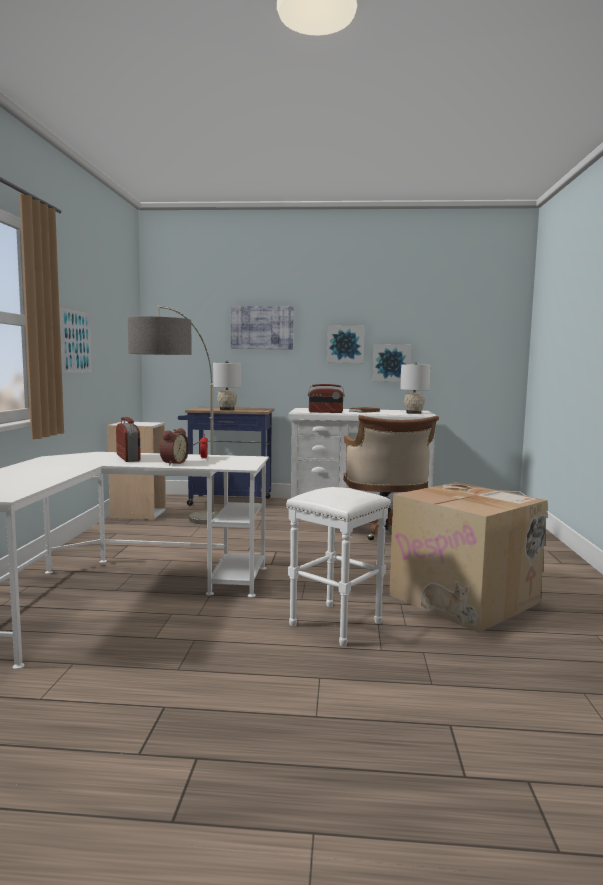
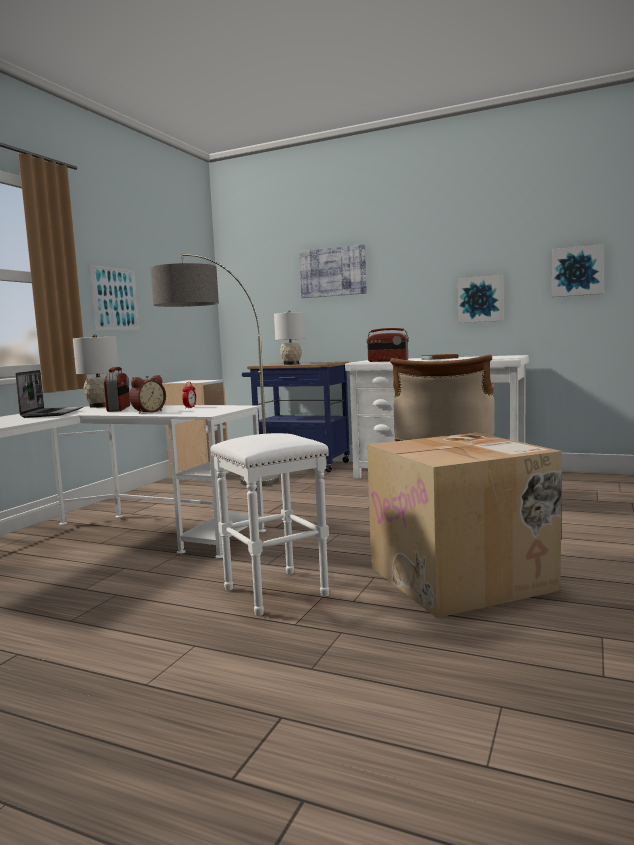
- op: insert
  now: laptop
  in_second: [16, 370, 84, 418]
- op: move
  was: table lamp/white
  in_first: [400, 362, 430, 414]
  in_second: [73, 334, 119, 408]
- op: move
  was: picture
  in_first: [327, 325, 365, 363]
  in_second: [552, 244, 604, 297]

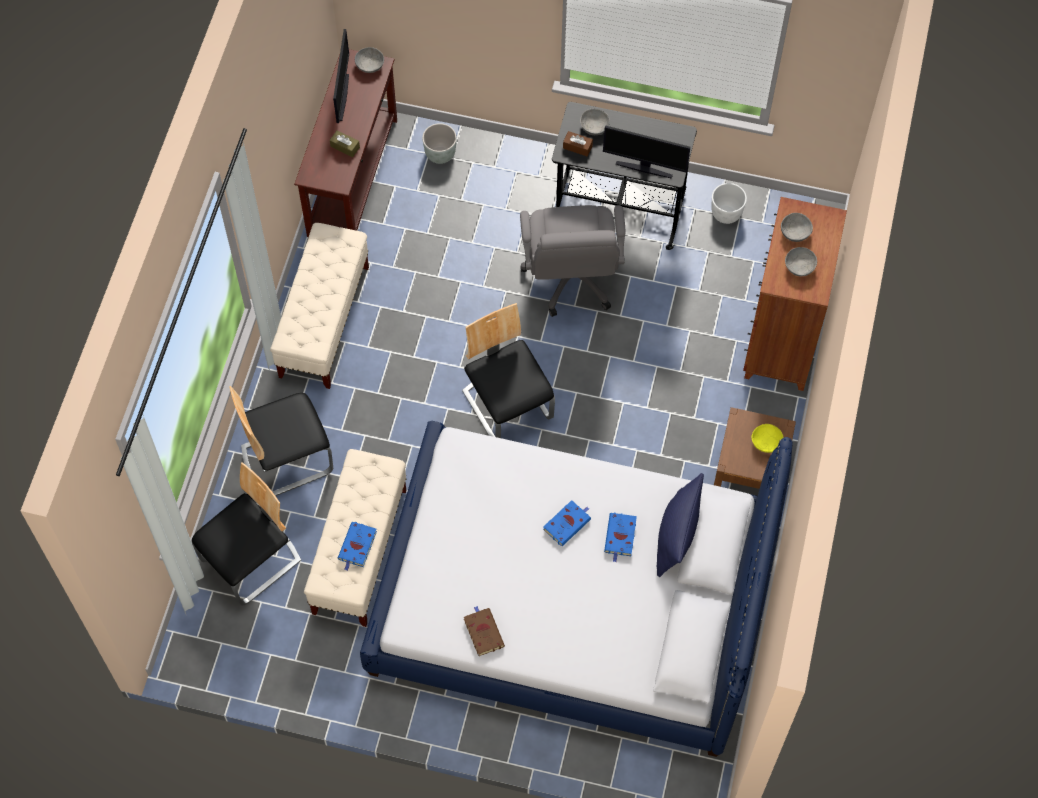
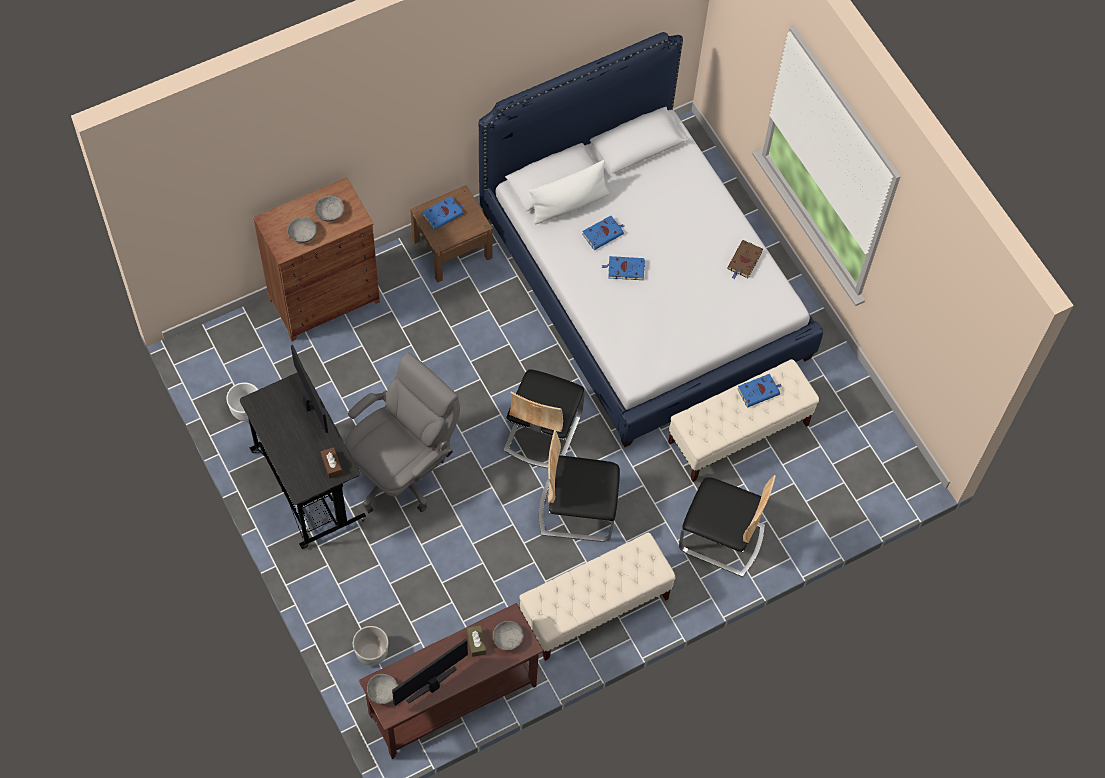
- op: replace
  was: bowl/yellow
  now: book/blue
  in_first: [751, 424, 784, 453]
  in_second: [423, 196, 464, 230]
- op: move
  was: bowl/grey
  in_first: [580, 109, 610, 135]
  in_second: [493, 621, 524, 651]
- op: recolor
  was: pillow/blue
  now: pillow/white
  in_first: [657, 473, 704, 577]
  in_second: [529, 160, 610, 224]
- op: move
  was: chair
  in_first: [191, 462, 301, 605]
  in_second: [539, 430, 620, 542]

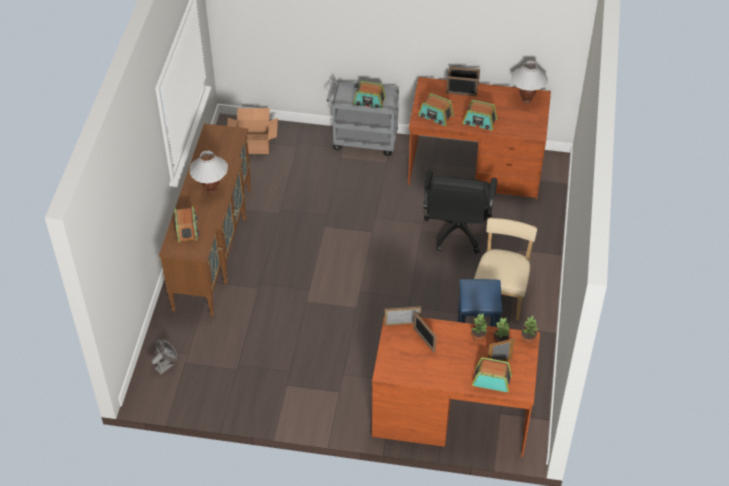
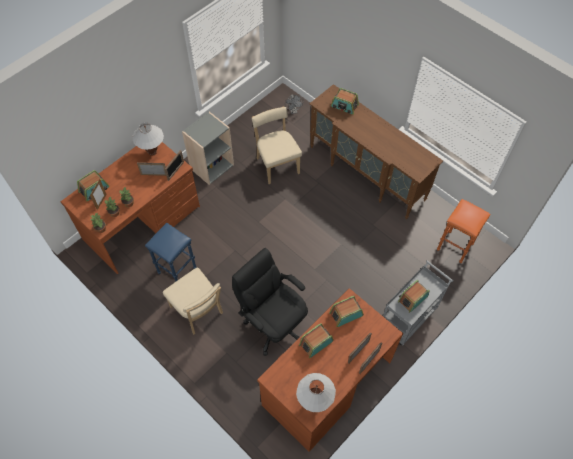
- op: move
  was: table lamp/white
  in_first: [190, 150, 228, 194]
  in_second: [132, 122, 164, 156]
- op: insert
  now: bookcase/grey
  in_second: [182, 112, 234, 185]
- op: insert
  now: chair/beige
  in_second: [252, 107, 302, 184]
- op: replace
  was: cardboard box
  now: stool/orange
  in_first: [227, 108, 278, 154]
  in_second: [437, 199, 491, 263]

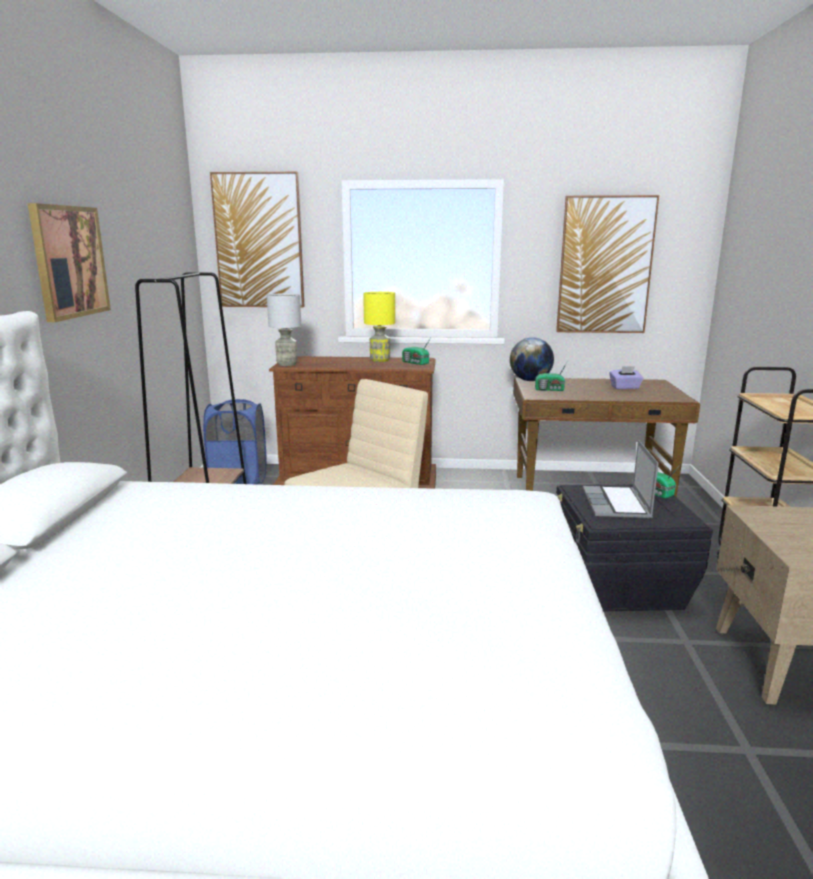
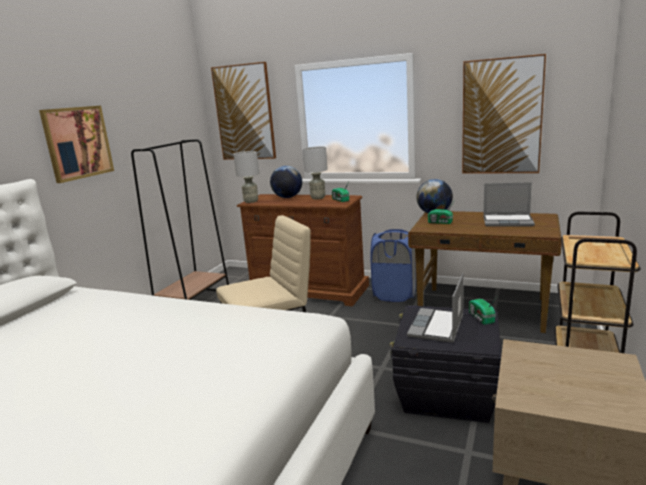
- op: insert
  now: globe
  in_second: [270, 166, 302, 198]
- op: recolor
  was: table lamp/yellow
  now: table lamp/grey
  in_first: [363, 292, 395, 362]
  in_second: [302, 146, 328, 199]
- op: move
  was: laundry basket/blue
  in_first: [203, 399, 266, 484]
  in_second: [370, 229, 416, 302]
- op: replace
  was: tissue box/purple
  now: laptop
  in_first: [610, 366, 643, 389]
  in_second: [483, 182, 535, 227]

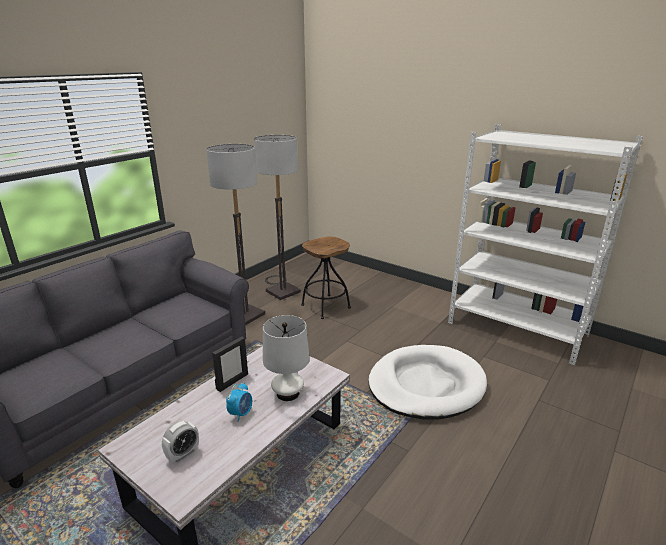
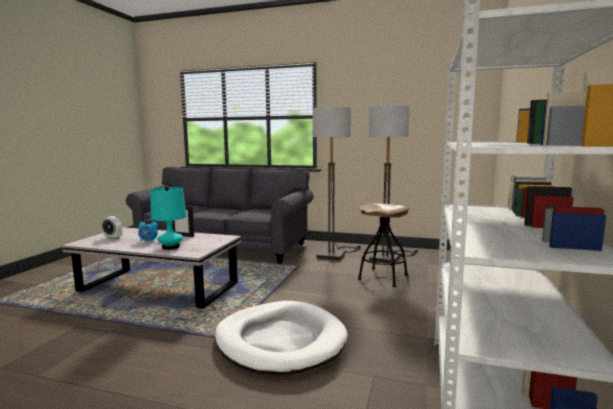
- op: recolor
  was: table lamp/white
  now: table lamp/turquoise
  in_first: [263, 315, 310, 401]
  in_second: [150, 186, 186, 250]

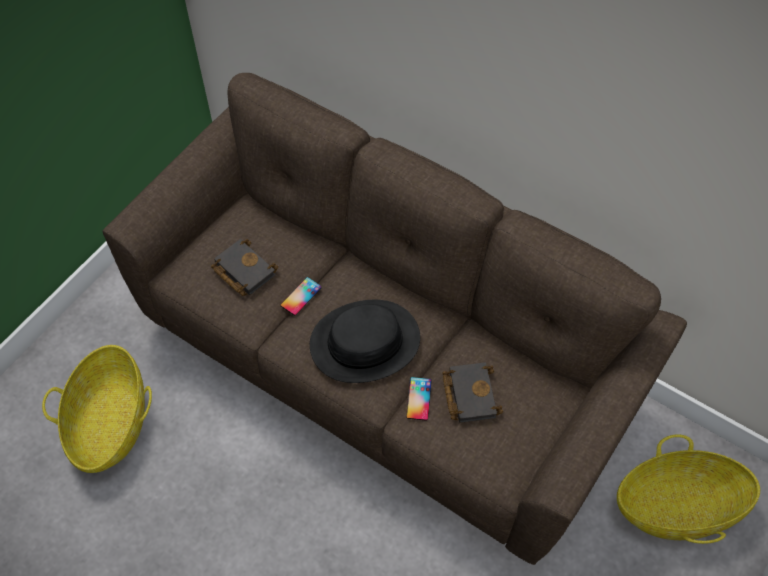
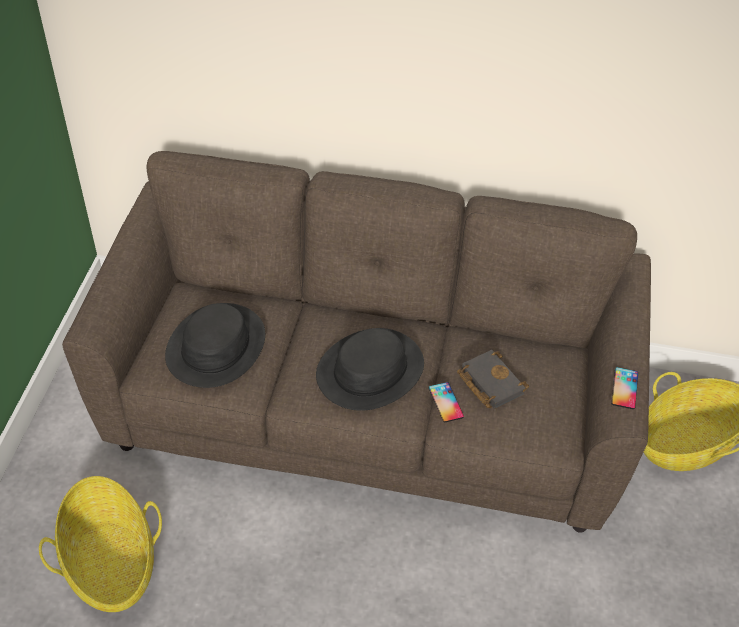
- op: replace
  was: book/black
  now: hat/black
  in_first: [211, 239, 278, 296]
  in_second: [165, 303, 265, 388]
- op: move
  was: phone
  in_first: [280, 277, 322, 316]
  in_second: [611, 367, 638, 409]

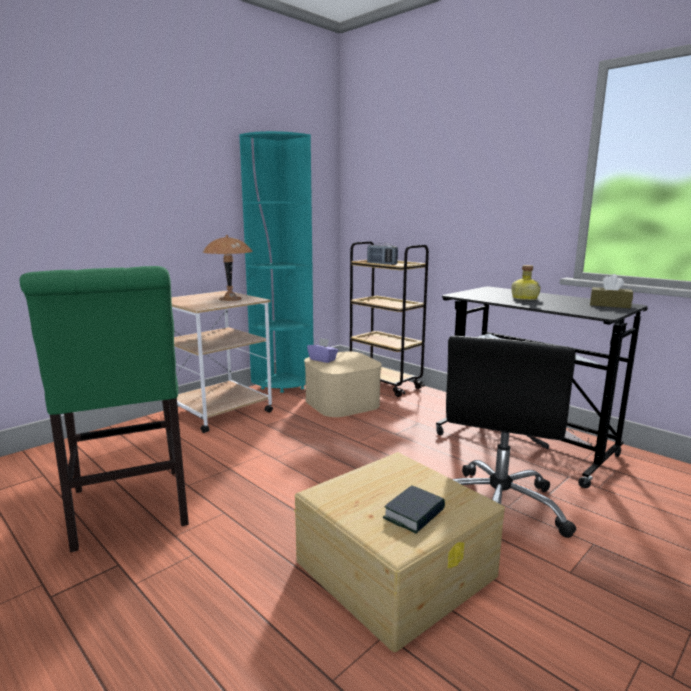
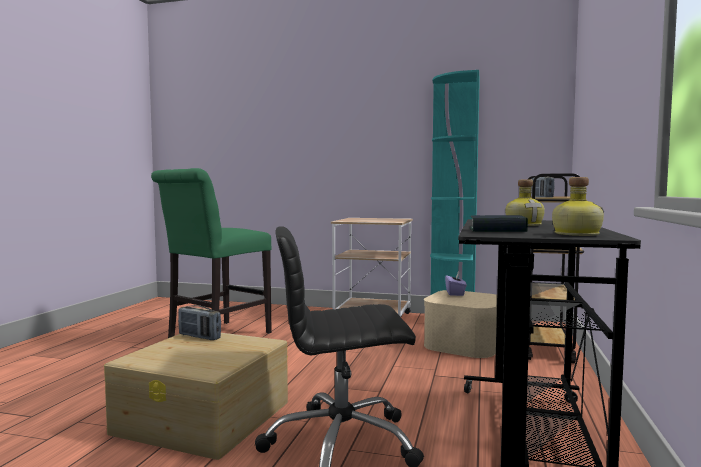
- op: insert
  now: radio
  in_second: [178, 305, 221, 340]
- op: move
  was: book
  in_first: [383, 485, 445, 533]
  in_second: [470, 215, 528, 232]
- op: replace
  was: tissue box/brown
  now: bottle
  in_first: [590, 274, 633, 308]
  in_second: [552, 177, 604, 236]
- op: delete
  was: table lamp/brown
  in_first: [203, 235, 253, 301]

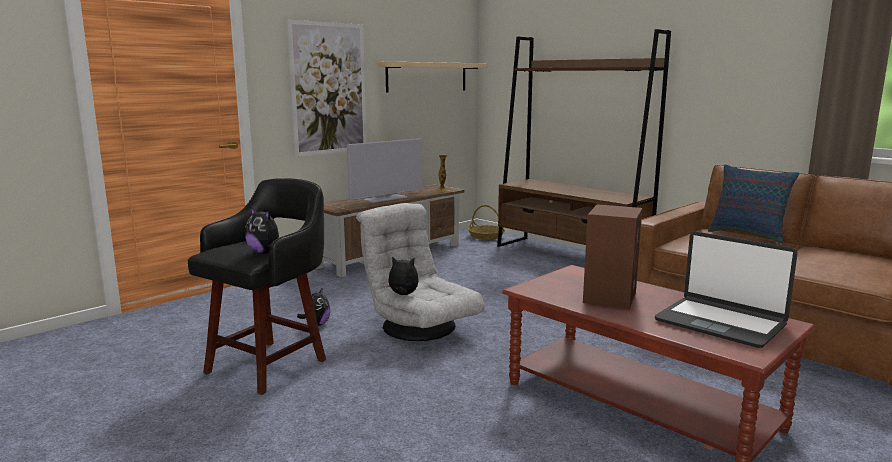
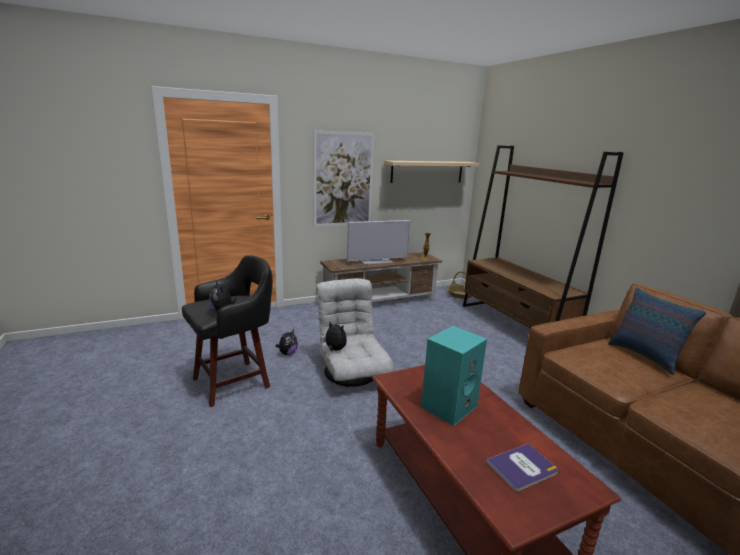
- op: recolor
  was: speaker/brown
  now: speaker/turquoise
  in_first: [583, 204, 642, 309]
  in_second: [421, 326, 487, 426]
- op: replace
  was: laptop
  now: book
  in_first: [655, 231, 798, 348]
  in_second: [486, 443, 558, 491]

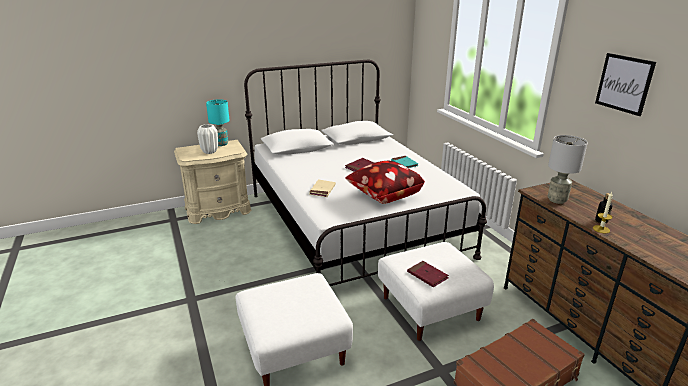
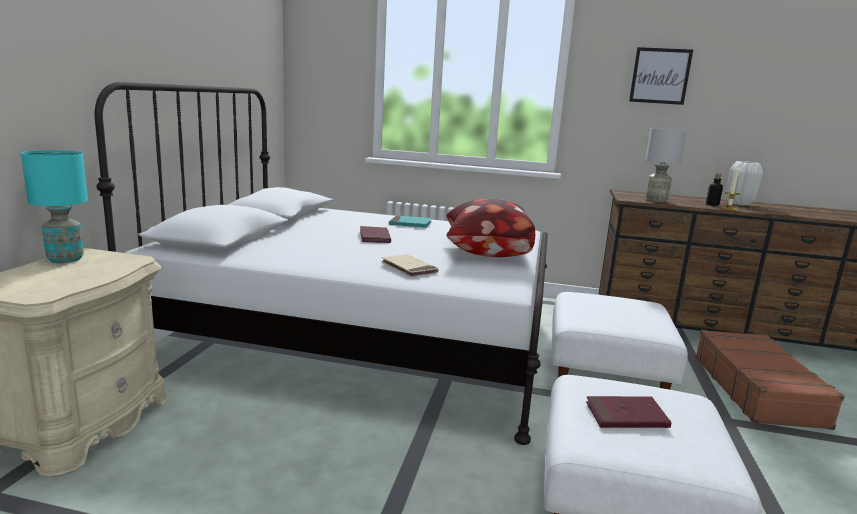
- op: move
  was: book/red
  in_first: [407, 261, 449, 287]
  in_second: [586, 396, 672, 428]
- op: move
  was: vase/white
  in_first: [197, 124, 218, 154]
  in_second: [726, 161, 763, 206]

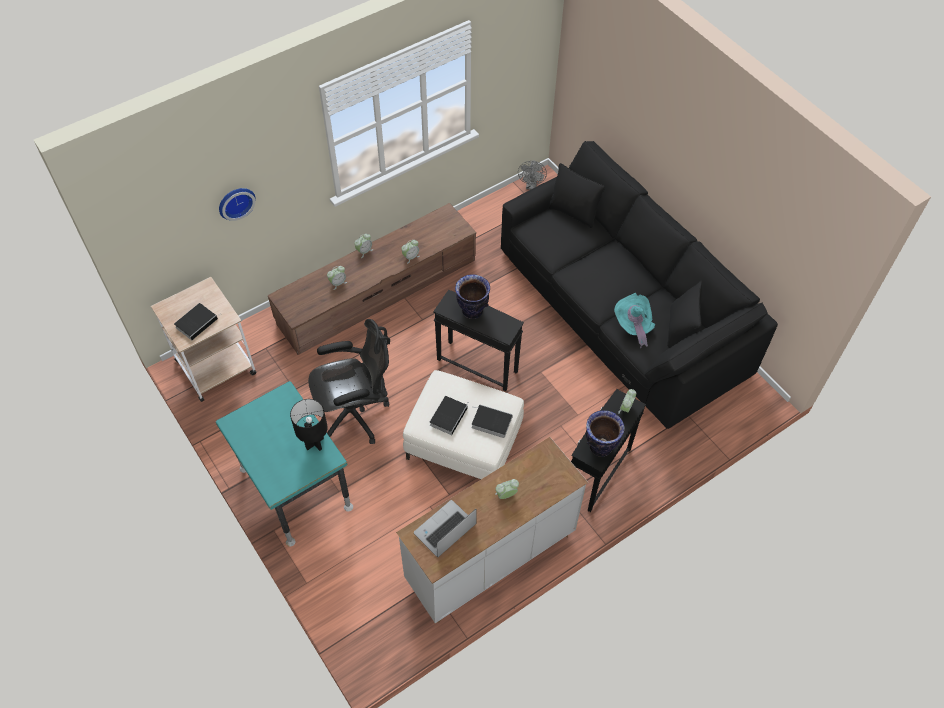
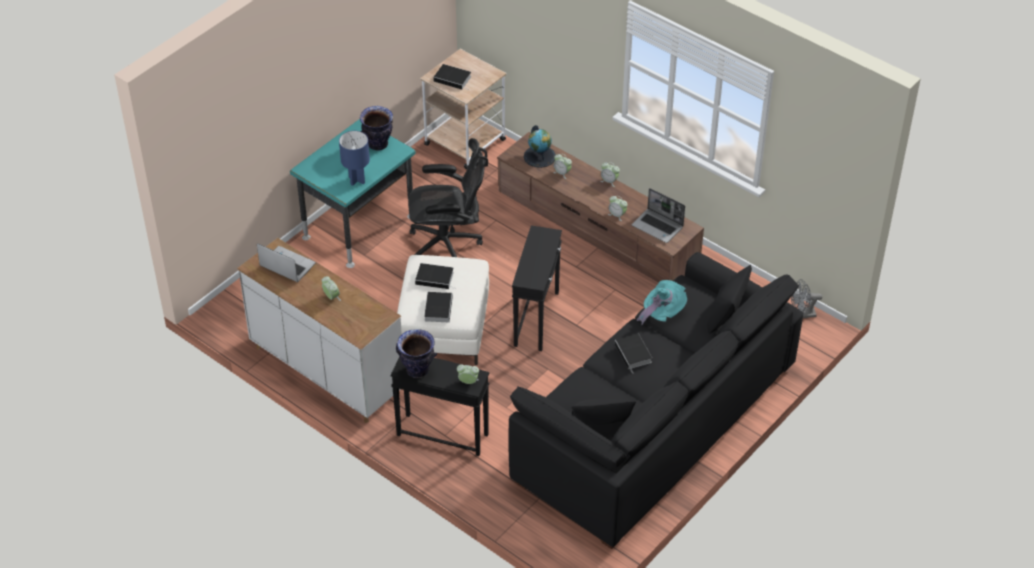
- op: recolor
  was: table lamp/black
  now: table lamp/blue
  in_first: [290, 399, 328, 451]
  in_second: [339, 131, 370, 186]
- op: move
  was: vase
  in_first: [455, 274, 490, 319]
  in_second: [360, 106, 393, 150]
- op: rotate
  was: office chair
  in_first: [308, 319, 390, 444]
  in_second: [408, 138, 488, 257]
  clockwise: -60
- op: insert
  now: globe
  in_second: [524, 125, 556, 168]
- op: insert
  now: book
  in_second: [615, 334, 652, 374]
- op: insert
  now: laptop
  in_second: [632, 188, 685, 243]
- op: move
  was: hat/turquoise
  in_first: [614, 293, 655, 348]
  in_second: [637, 280, 687, 325]
- op: delete
  was: wall clock
  in_first: [219, 188, 256, 221]

